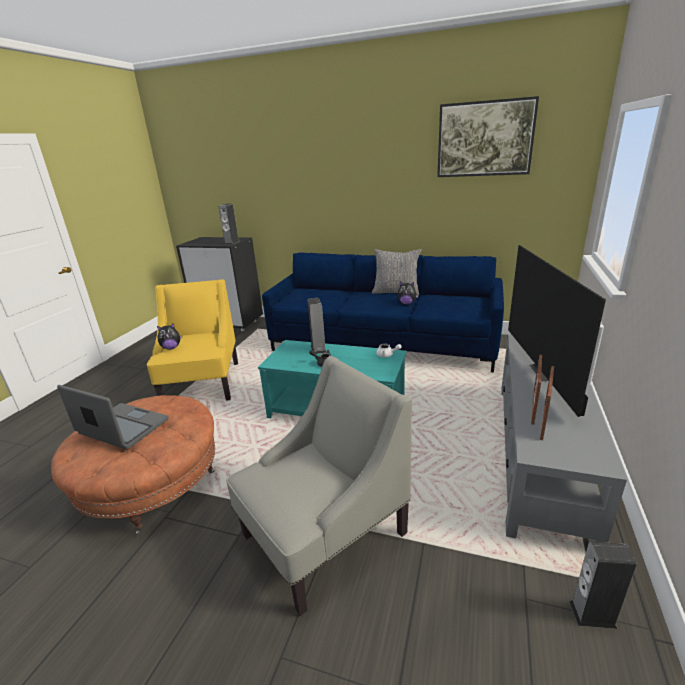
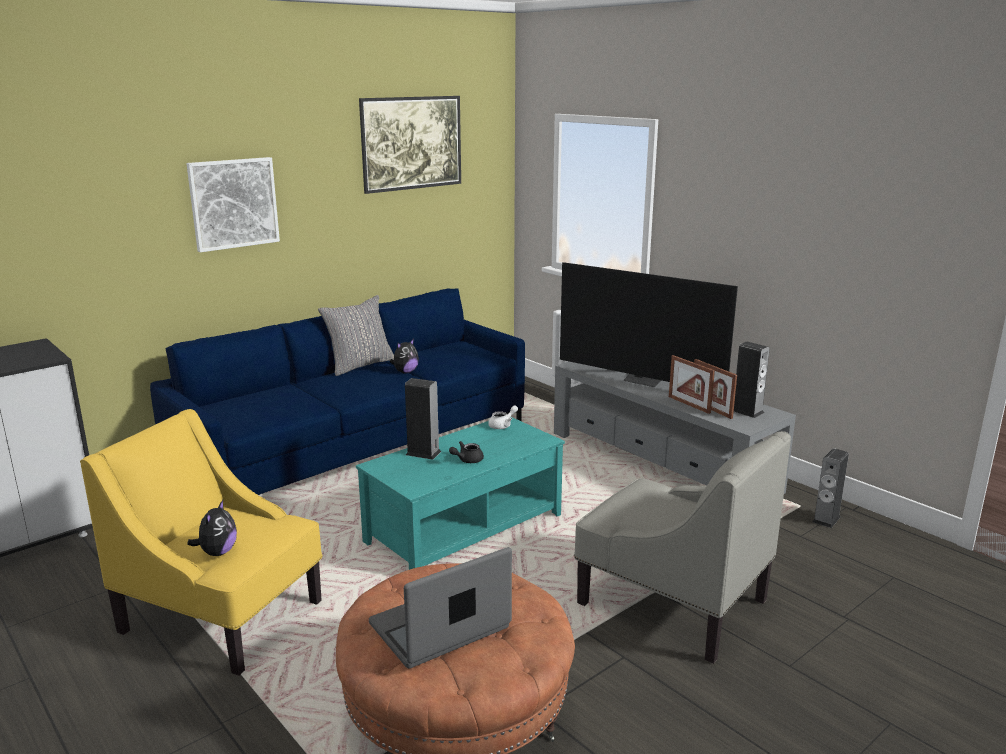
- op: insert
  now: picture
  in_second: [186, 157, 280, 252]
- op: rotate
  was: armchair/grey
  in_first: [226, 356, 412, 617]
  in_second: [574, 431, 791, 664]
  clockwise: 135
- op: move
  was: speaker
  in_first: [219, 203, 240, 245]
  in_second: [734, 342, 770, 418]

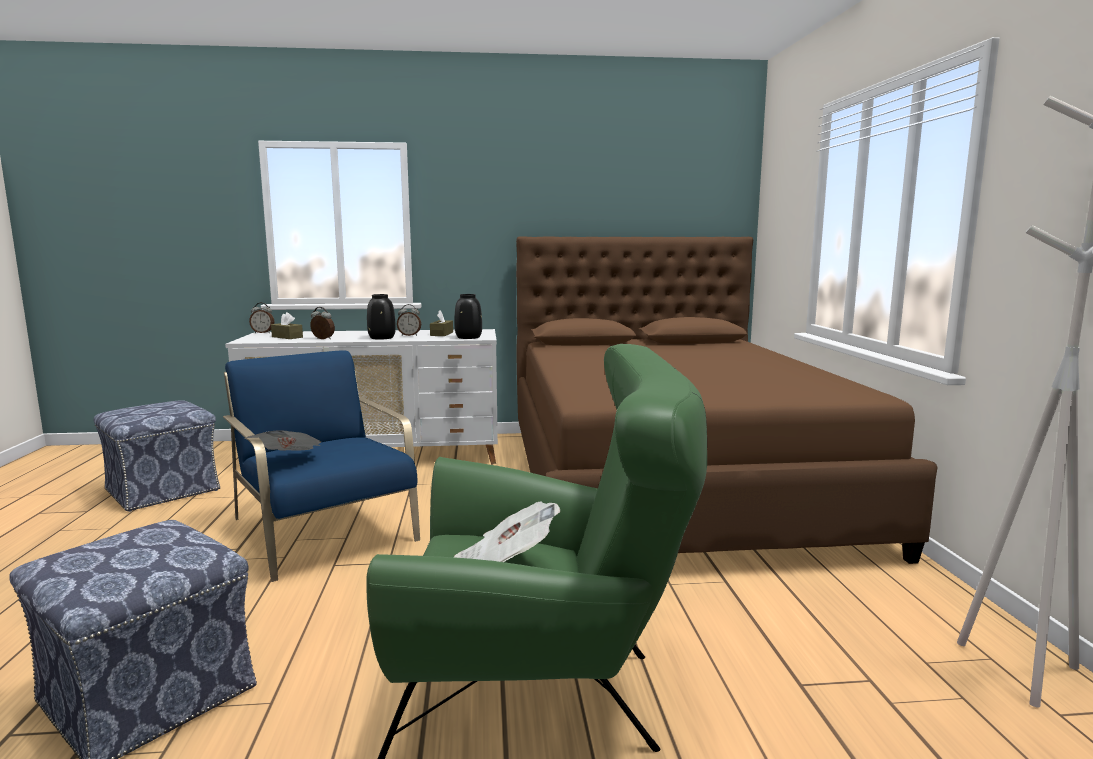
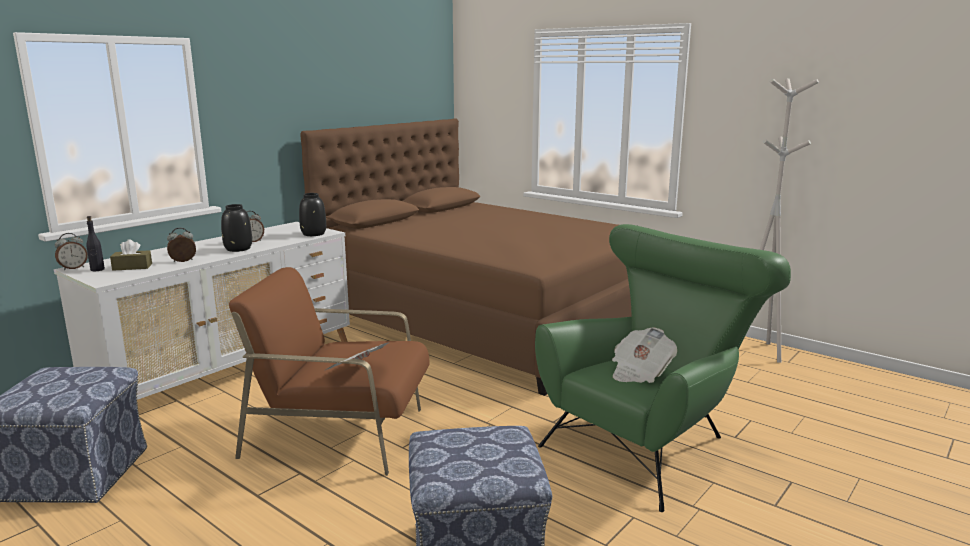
- op: insert
  now: bottle/black
  in_second: [86, 216, 105, 271]
- op: recolor
  was: armchair/blue
  now: armchair/brown
  in_first: [223, 350, 420, 582]
  in_second: [229, 267, 429, 476]
- op: delete
  was: tissue box/brown
  in_first: [430, 310, 453, 336]

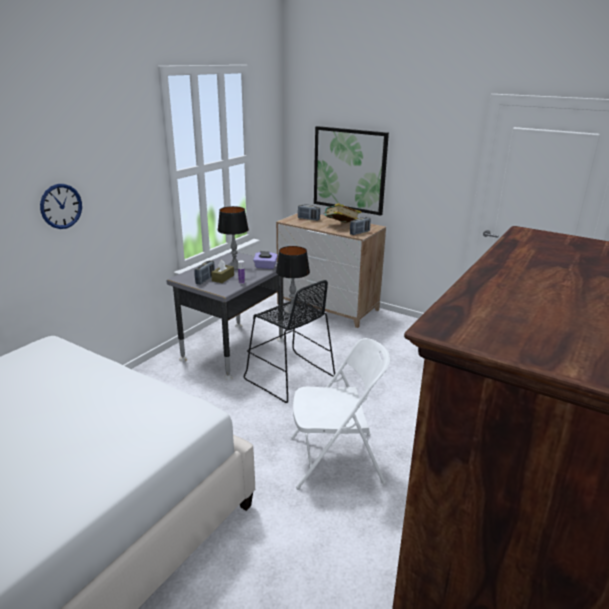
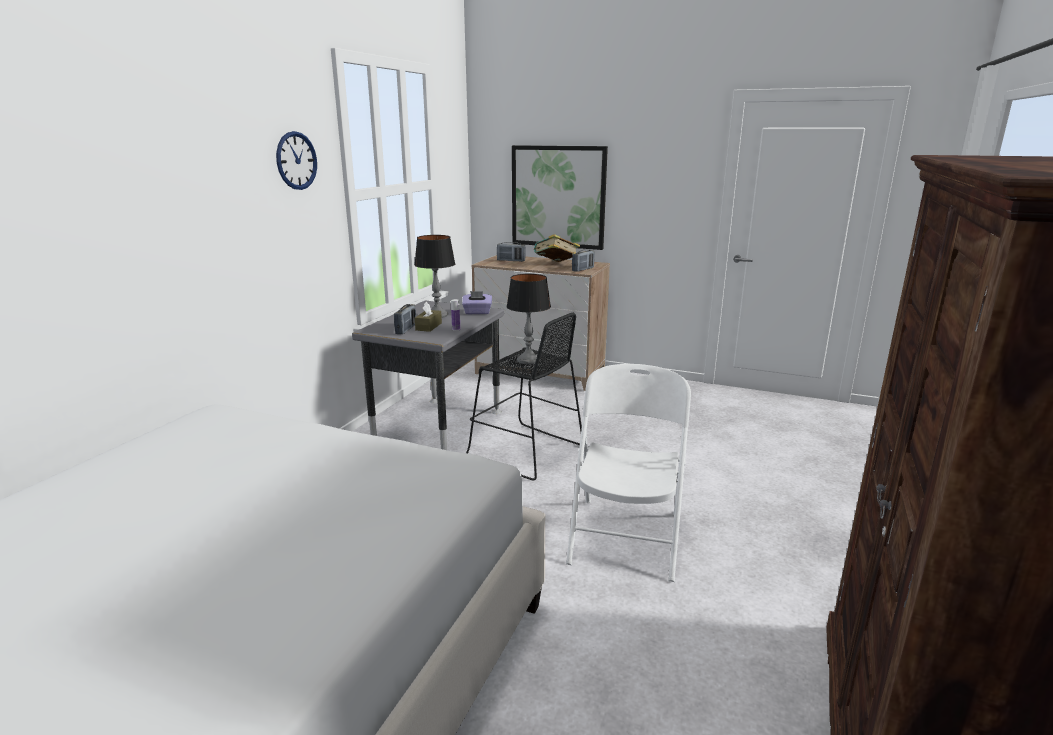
- op: move
  was: wall clock
  in_first: [40, 184, 82, 229]
  in_second: [276, 131, 317, 190]
- op: rotate
  was: chair/white
  in_first: [291, 338, 390, 490]
  in_second: [566, 364, 691, 582]
  clockwise: -60

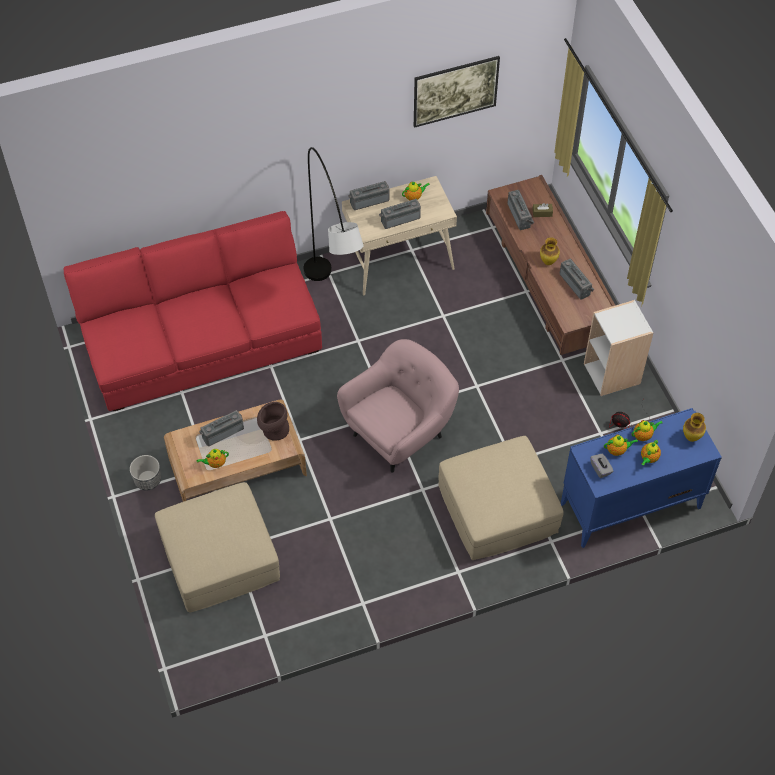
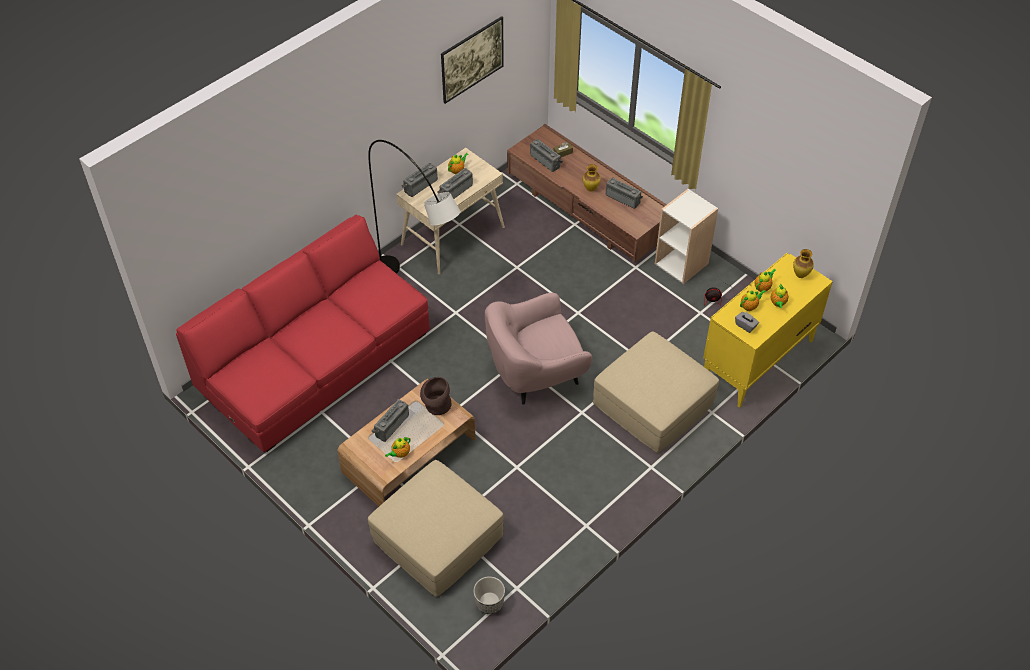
- op: move
  was: planter
  in_first: [130, 455, 161, 490]
  in_second: [473, 576, 505, 614]
- op: rotate
  was: armchair/pink
  in_first: [337, 339, 459, 473]
  in_second: [485, 293, 592, 405]
  clockwise: -135
- op: recolor
  was: cabinet/blue
  now: cabinet/yellow
  in_first: [561, 408, 722, 548]
  in_second: [703, 253, 833, 408]

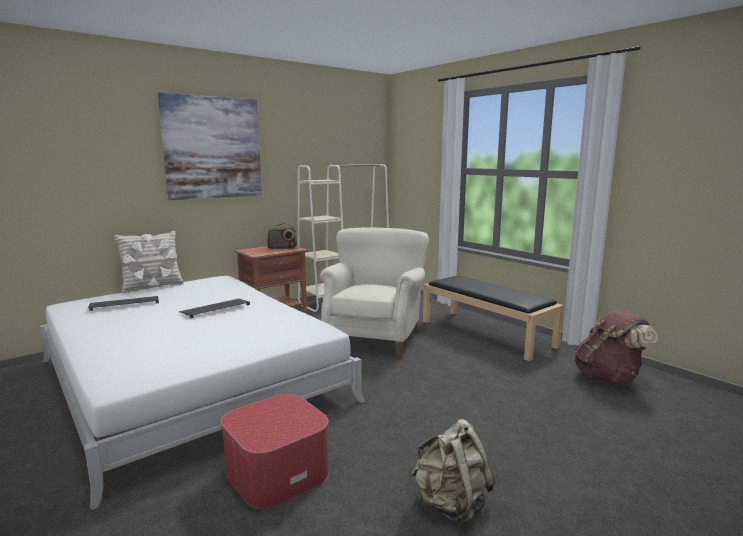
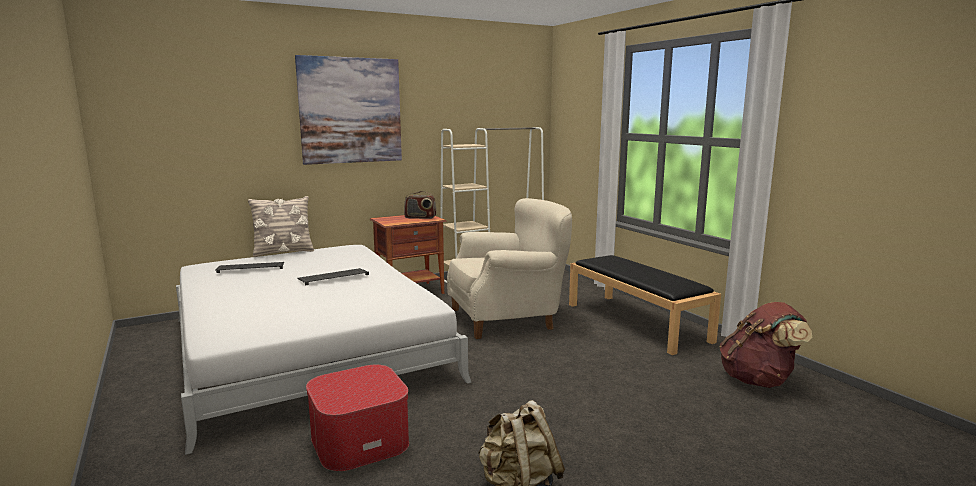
- op: rotate
  was: armchair/beige
  in_first: [320, 227, 429, 358]
  in_second: [447, 198, 572, 339]
  clockwise: 45

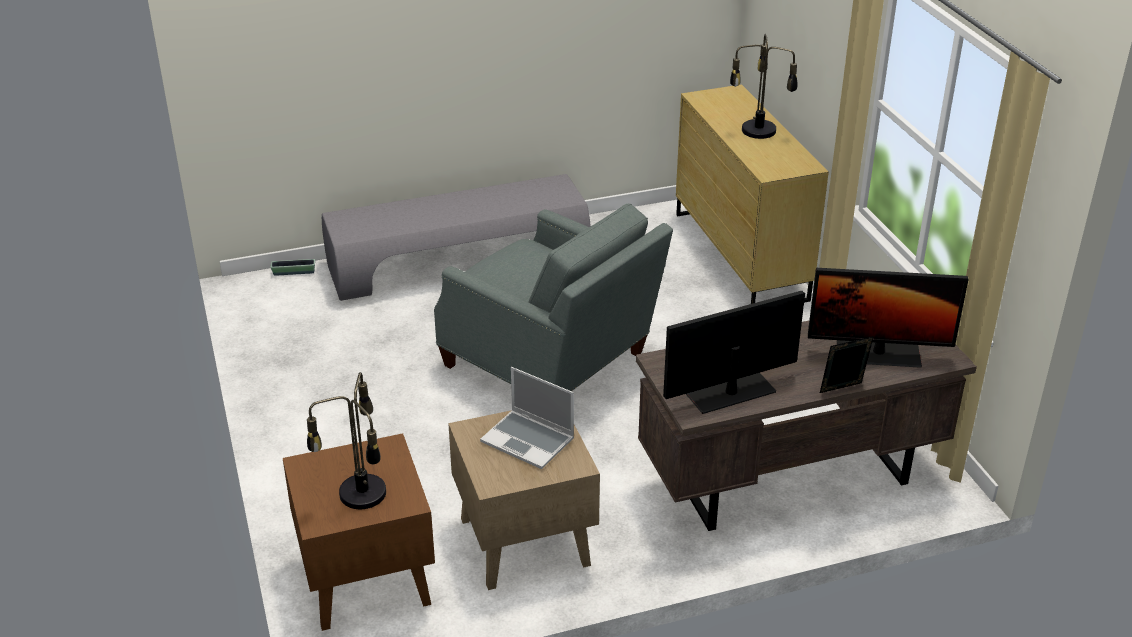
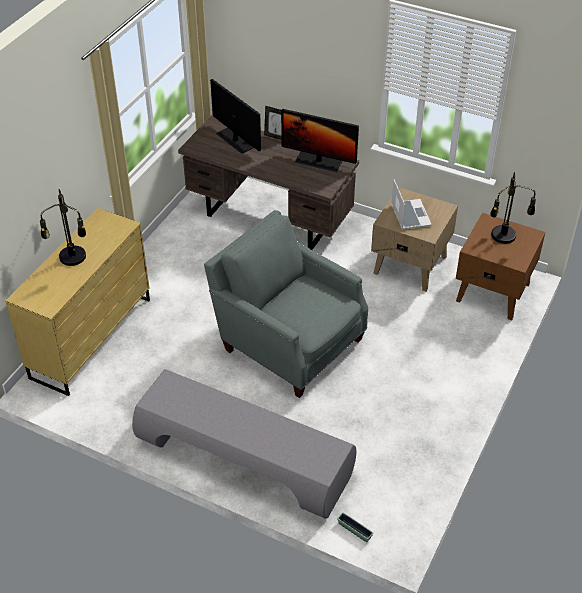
- op: rotate
  was: armchair/grey
  in_first: [434, 204, 673, 391]
  in_second: [204, 210, 368, 398]
  clockwise: -45

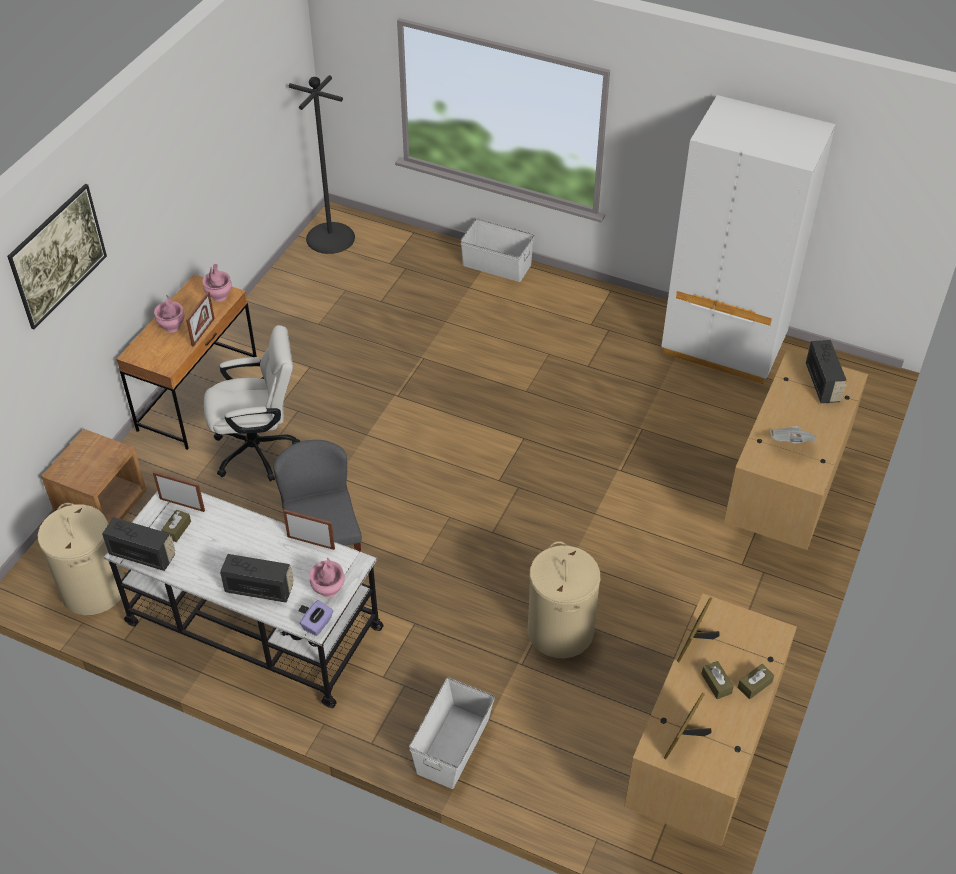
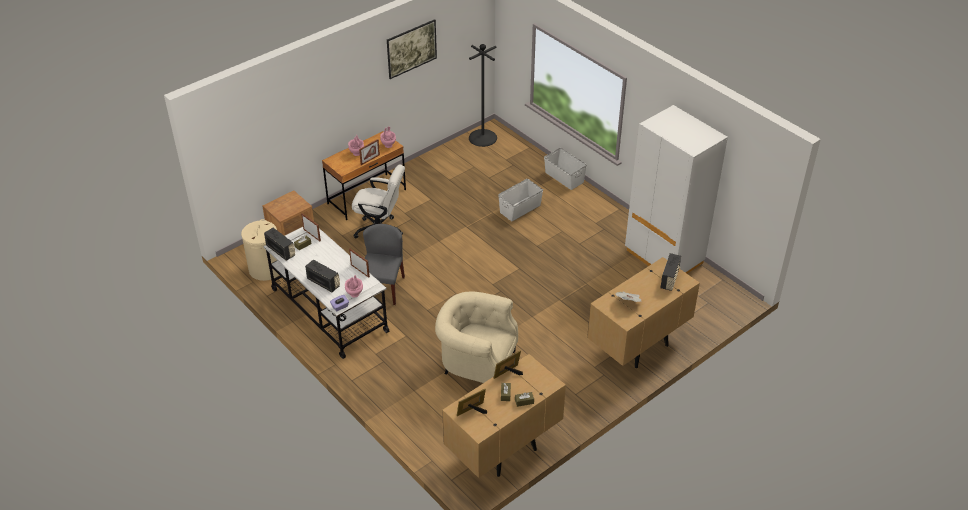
- op: move
  was: picture
  in_first: [7, 184, 107, 329]
  in_second: [387, 19, 437, 79]
- op: replace
  was: laundry basket/beige
  now: armchair/beige
  in_first: [528, 541, 600, 658]
  in_second: [435, 292, 518, 383]
- op: move
  was: storage box/white
  in_first: [409, 678, 495, 789]
  in_second: [498, 179, 543, 221]

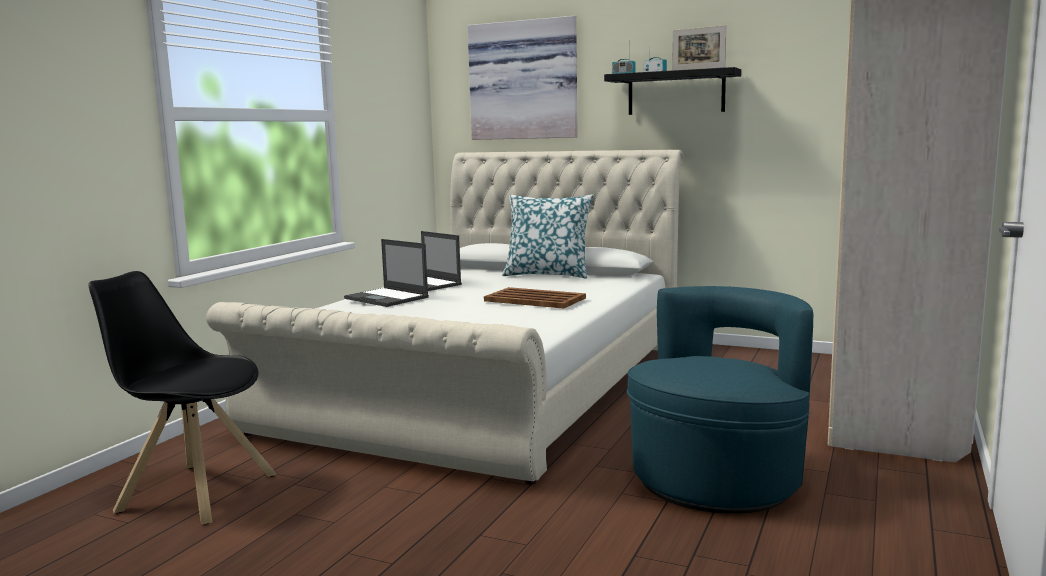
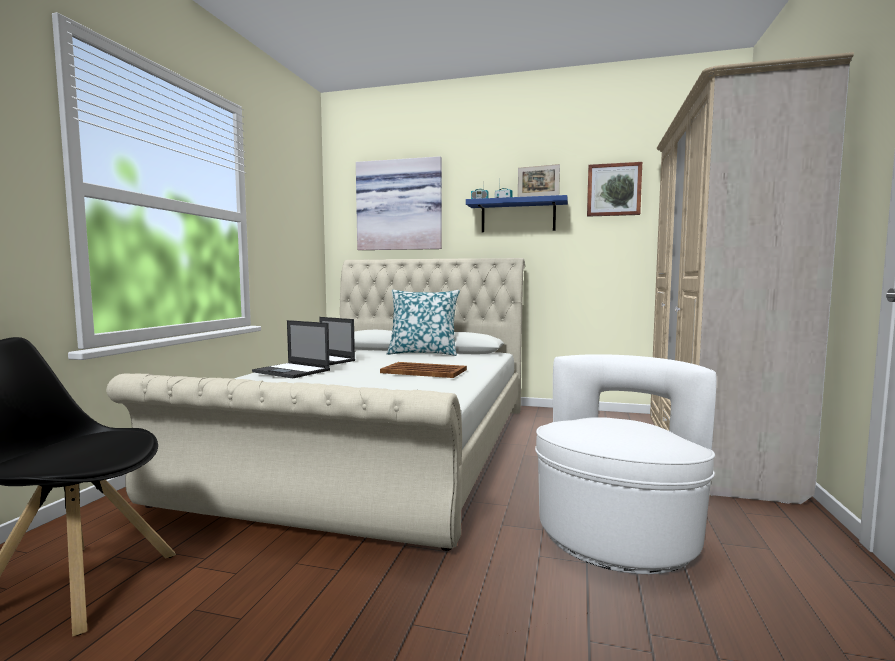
- op: recolor
  was: shelf/black
  now: shelf/blue
  in_first: [604, 67, 741, 115]
  in_second: [466, 195, 568, 232]
- op: recolor
  was: armchair/turquoise
  now: armchair/white
  in_first: [627, 286, 813, 514]
  in_second: [535, 354, 716, 574]
- op: insert
  now: picture
  in_second: [587, 162, 642, 217]

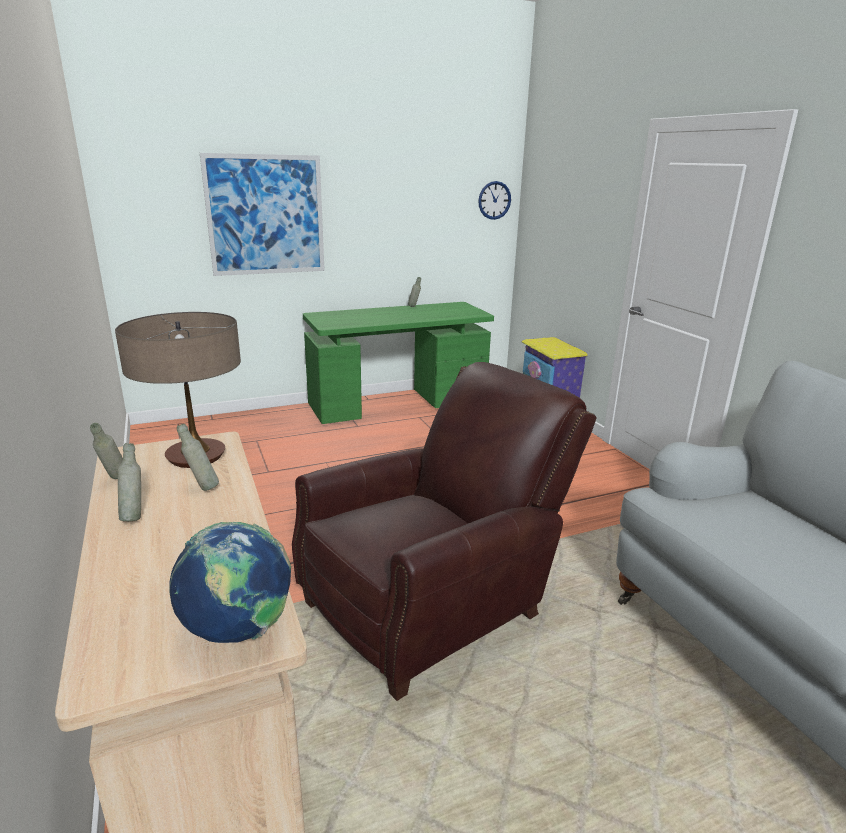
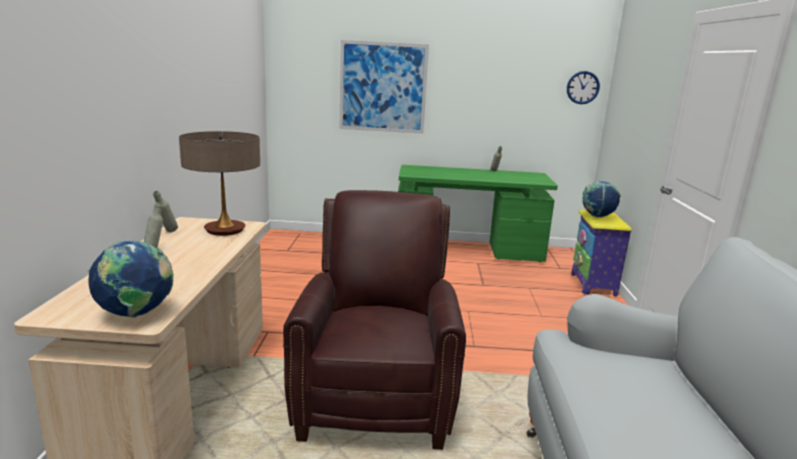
- op: rotate
  was: armchair/brown
  in_first: [292, 362, 597, 701]
  in_second: [283, 190, 466, 450]
  clockwise: -75
- op: insert
  now: globe
  in_second: [582, 181, 621, 218]
- op: delete
  was: bottle/grey
  in_first: [177, 424, 219, 491]

